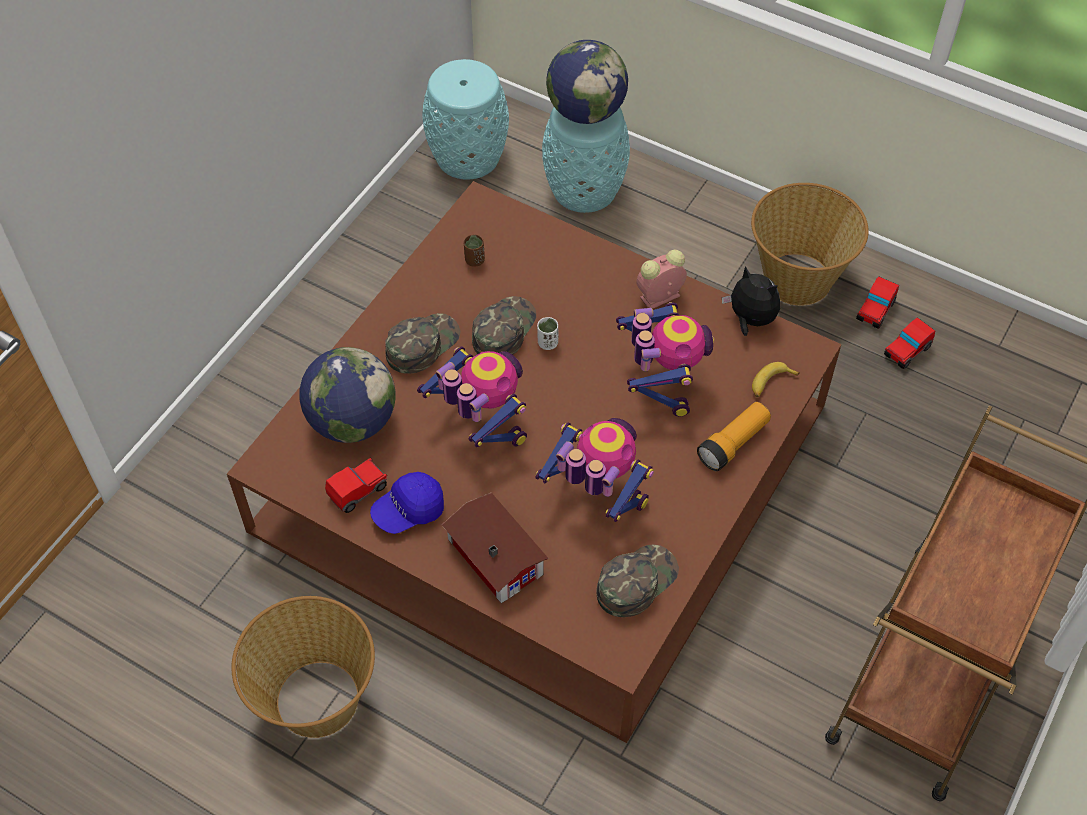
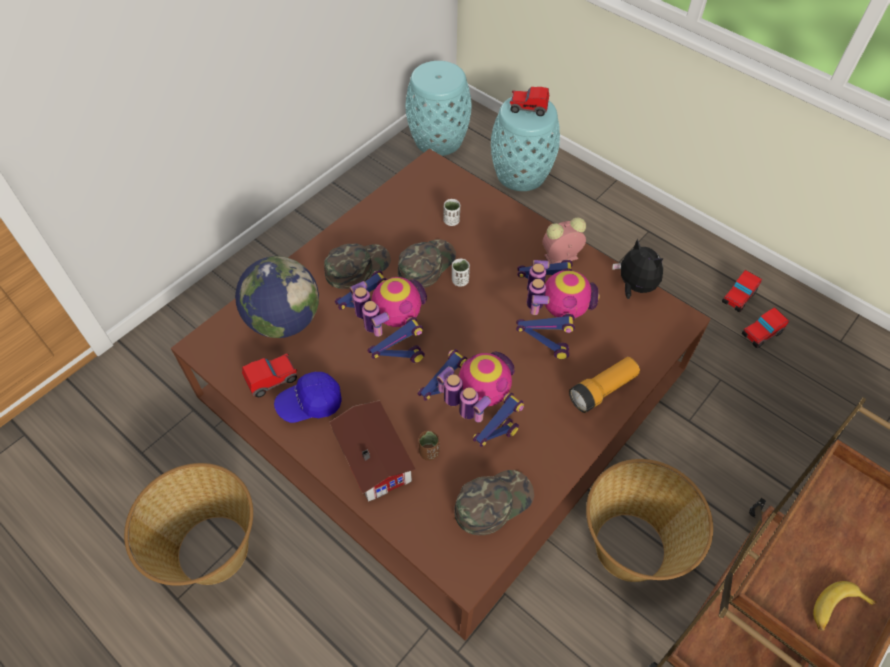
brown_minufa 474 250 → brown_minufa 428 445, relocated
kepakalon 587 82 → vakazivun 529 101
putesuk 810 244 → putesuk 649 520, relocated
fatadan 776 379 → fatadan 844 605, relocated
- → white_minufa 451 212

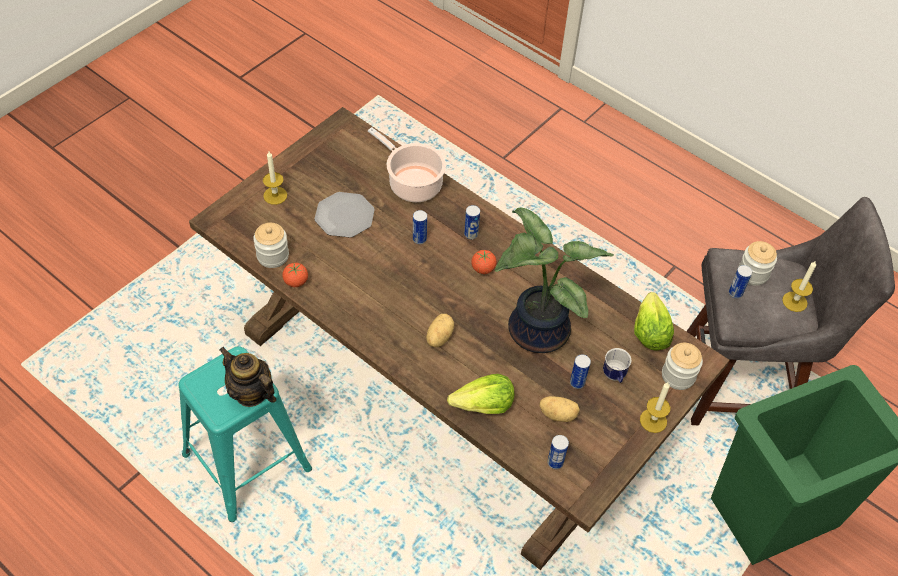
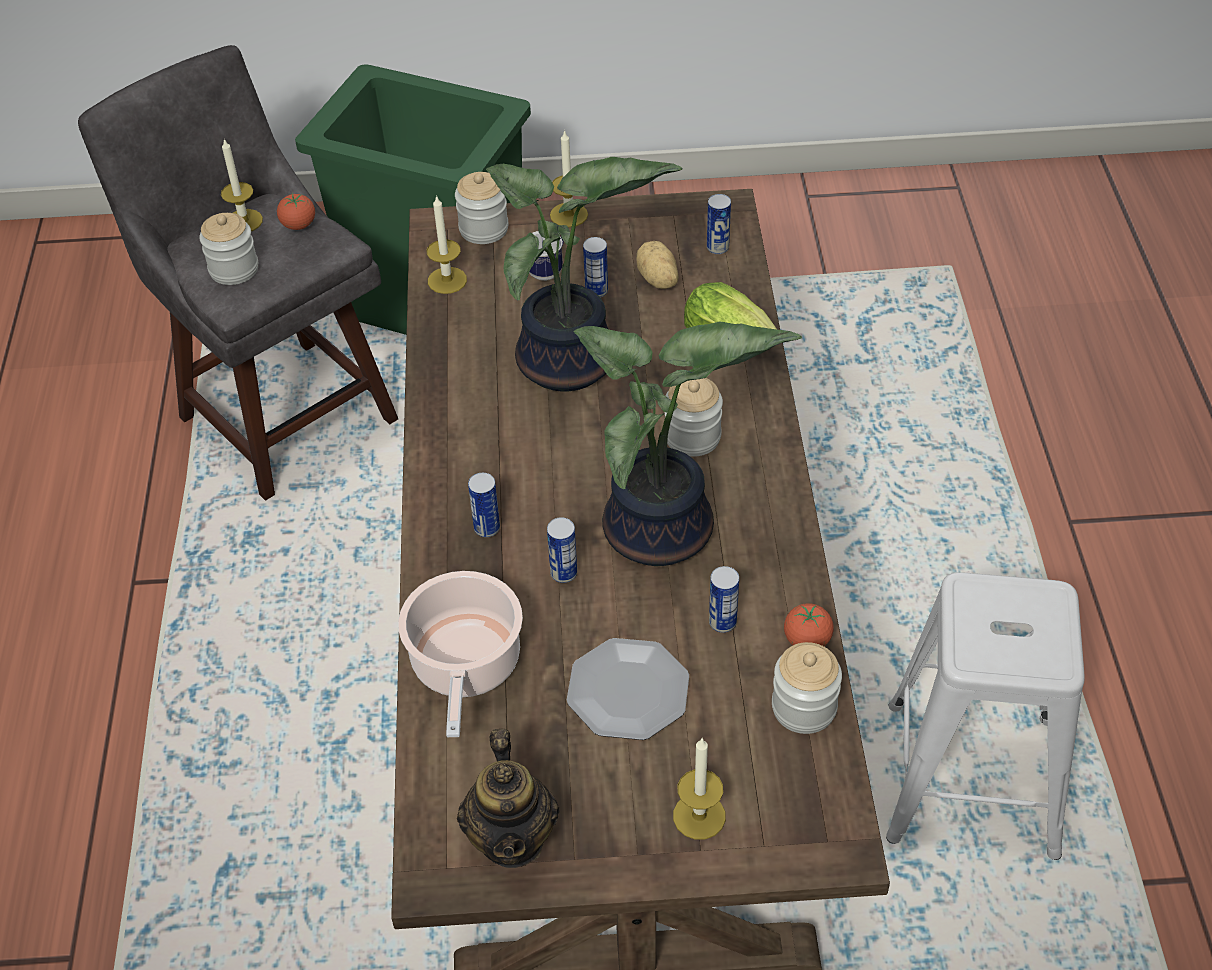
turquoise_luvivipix 245 434 → white_luvivipix 985 716
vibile 247 377 → vibile 508 798, relocated
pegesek 440 330 → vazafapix 694 417
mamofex 484 262 → mamofex 296 211, relocated
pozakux 654 321 → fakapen 447 244
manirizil 740 282 → manirizil 724 599, relocated
- → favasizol 688 444

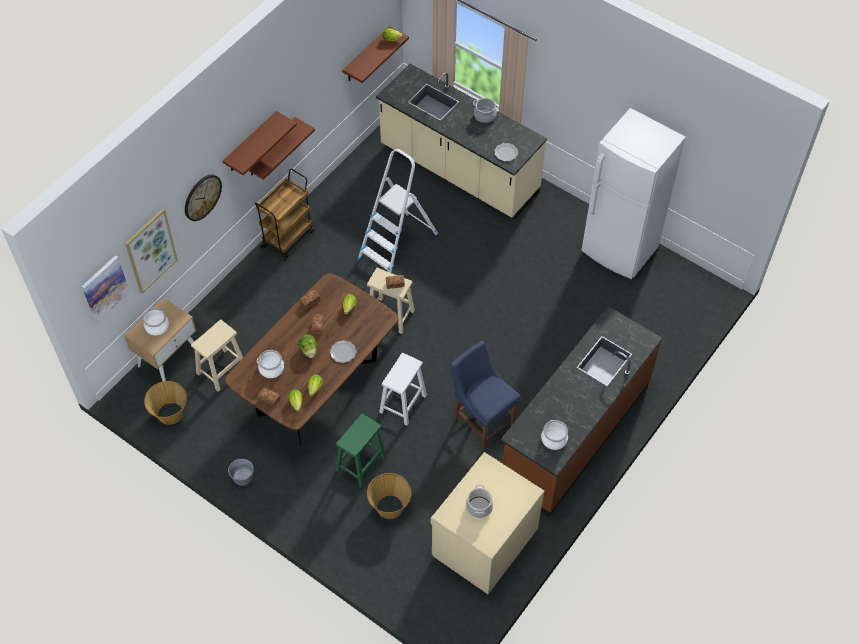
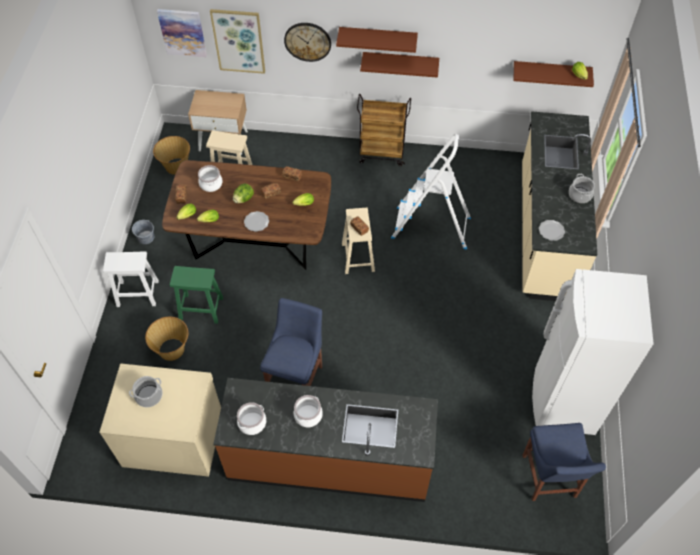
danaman 156 322 → danaman 308 411, relocated
white_luvivipix 403 389 → white_luvivipix 131 279, relocated
- → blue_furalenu 564 462

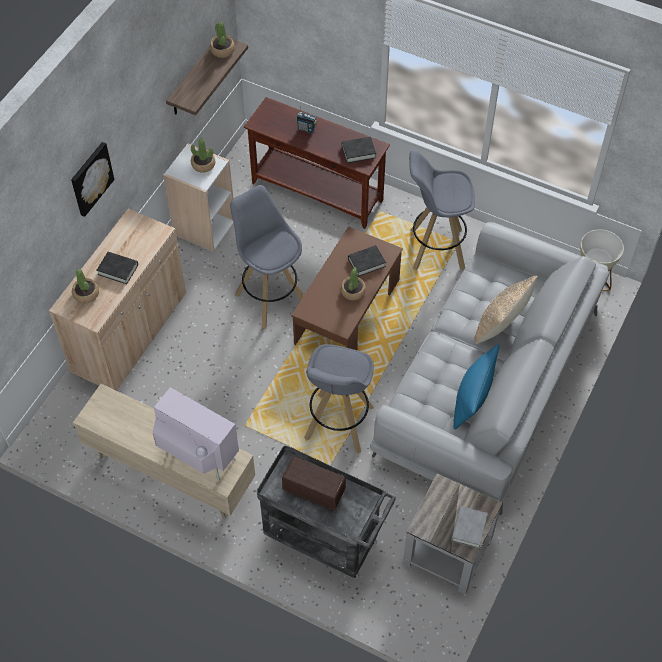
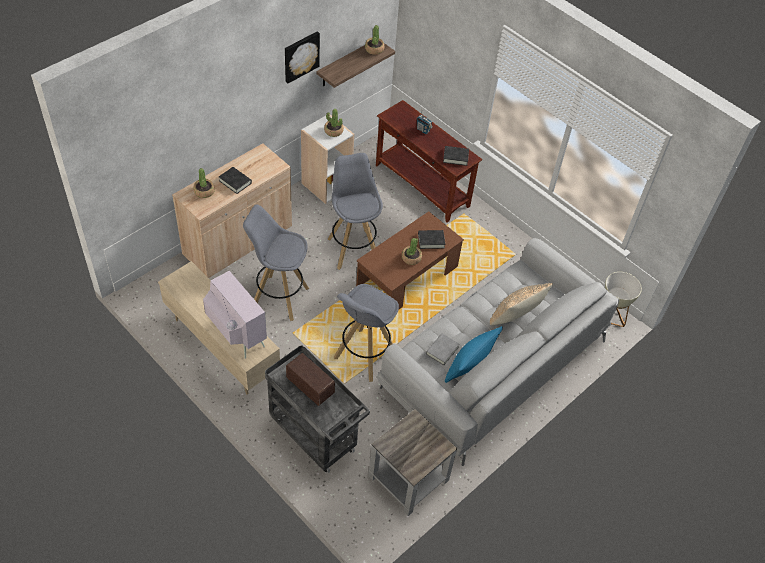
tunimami 93 179 → tunimami 302 57, relocated
grey_luvivipix 442 210 → grey_luvivipix 276 262, relocated
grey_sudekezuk 469 527 → grey_sudekezuk 442 350, relocated

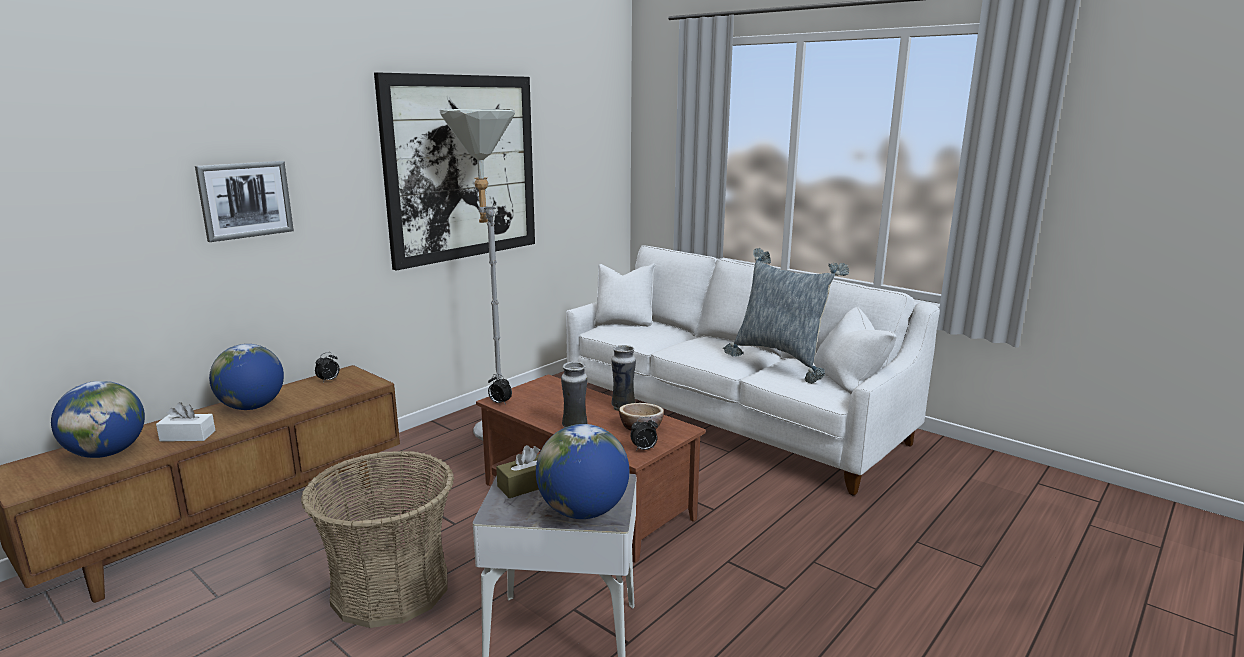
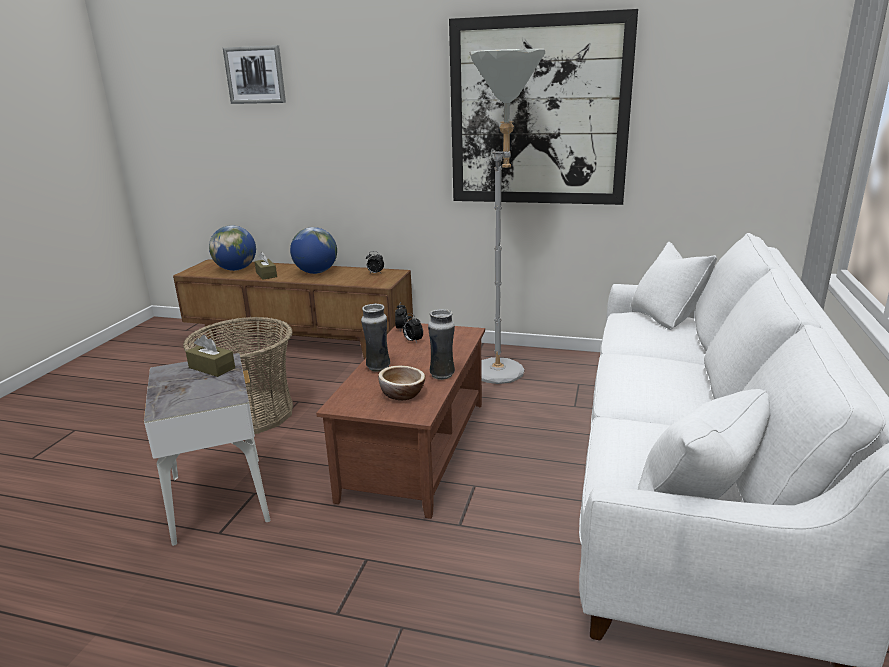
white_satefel 185 422 → brown_satefel 265 266
tunimami 244 201 → tunimami 254 74, relocated
kepakalon 582 471 → -
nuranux 644 434 → nuranux 413 328, relocated
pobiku 785 316 → -

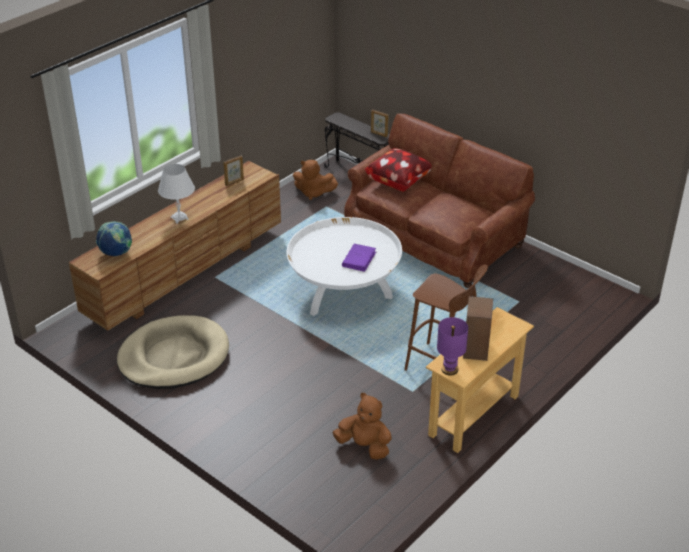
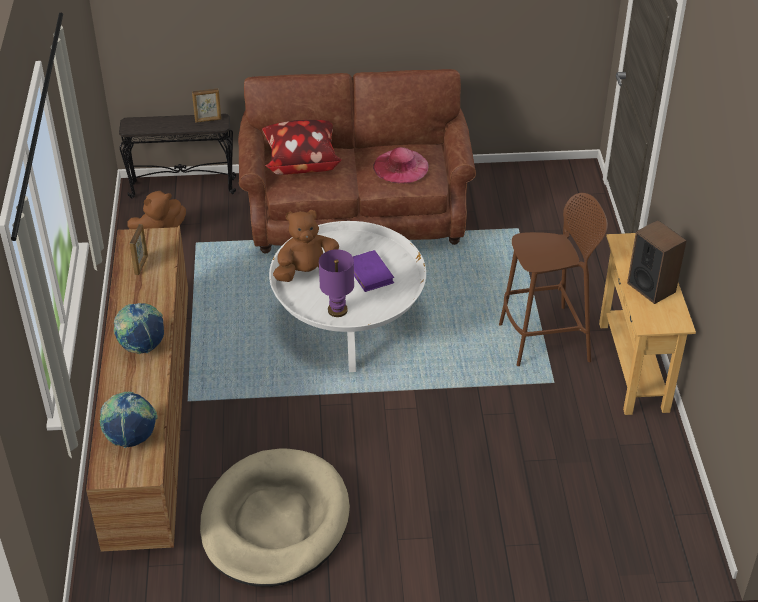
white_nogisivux 176 194 → kepakalon 139 328
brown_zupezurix 362 426 → brown_zupezurix 306 246, relocated
purple_nogisivux 452 346 → purple_nogisivux 336 283, relocated
- → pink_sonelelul 401 165

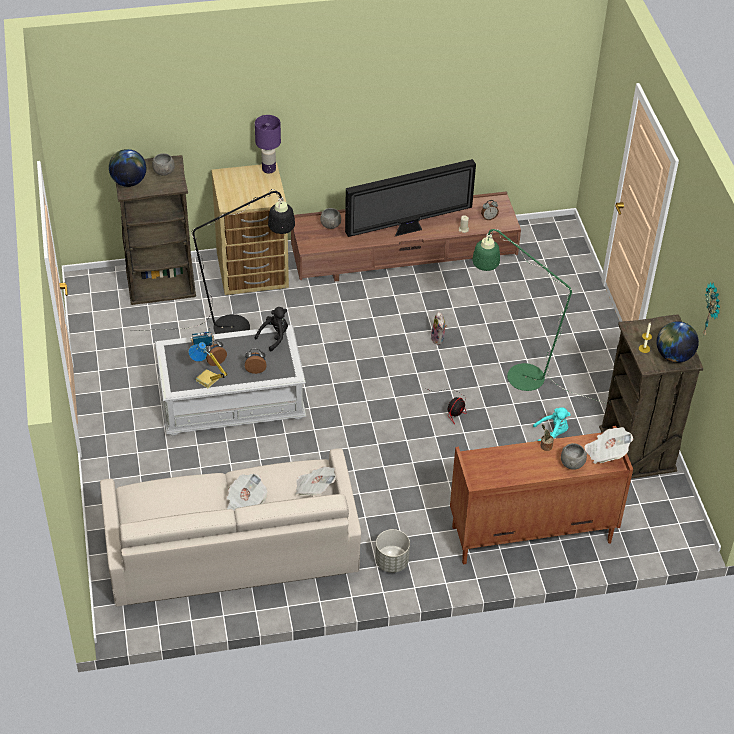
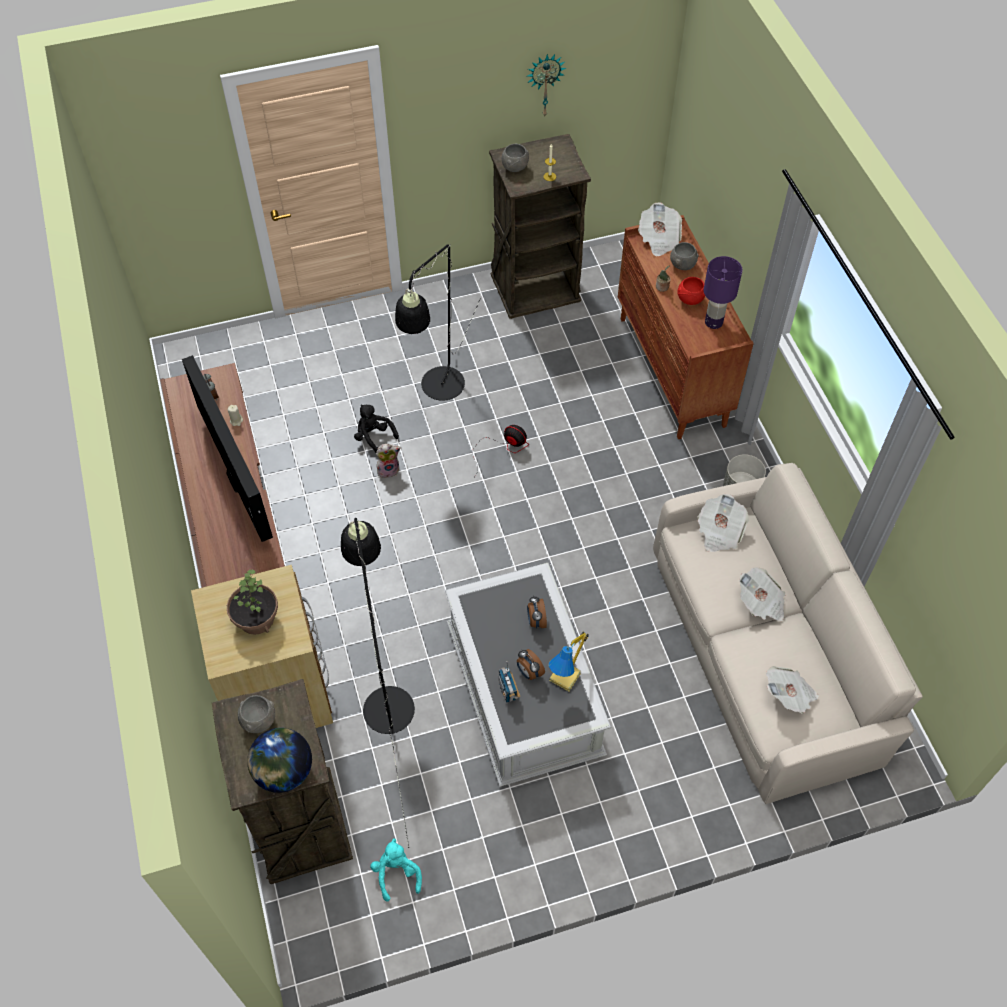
purple_nogisivux 268 144 → purple_nogisivux 723 292, relocated
black_zupezurix 271 329 → black_zupezurix 376 428, relocated
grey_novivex 330 218 → grey_novivex 515 158, relocated
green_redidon 539 316 → black_redidon 438 322
turquoise_zupezurix 552 424 → turquoise_zupezurix 396 870, relocated
kepakalon 678 342 → -
- → favasizol 252 602
- → red_novivex 691 291
- → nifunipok 792 690

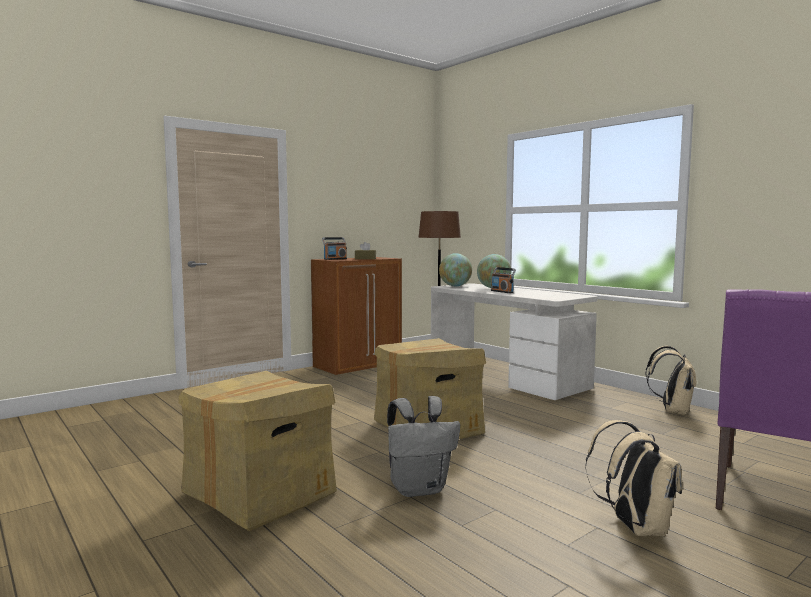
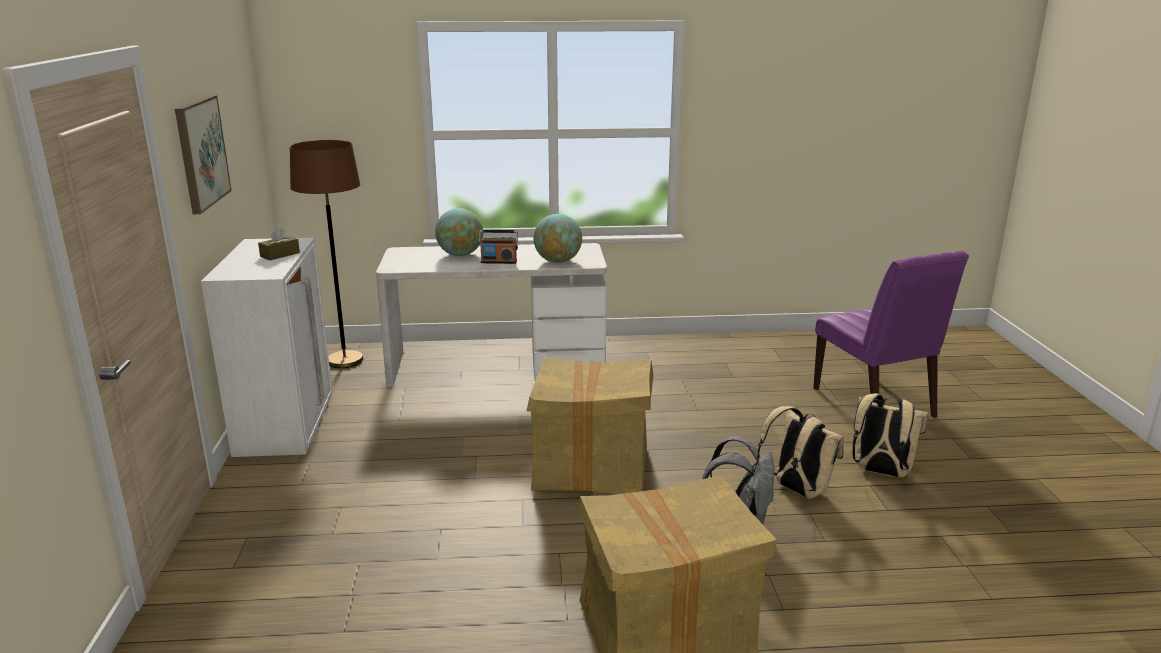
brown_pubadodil 356 316 → white_pubadodil 267 347
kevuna 334 248 → -
kepakalon 455 269 → kepakalon 557 238, relocated
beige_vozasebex 671 380 → beige_vozasebex 801 452, relocated
- → tunimami 203 154

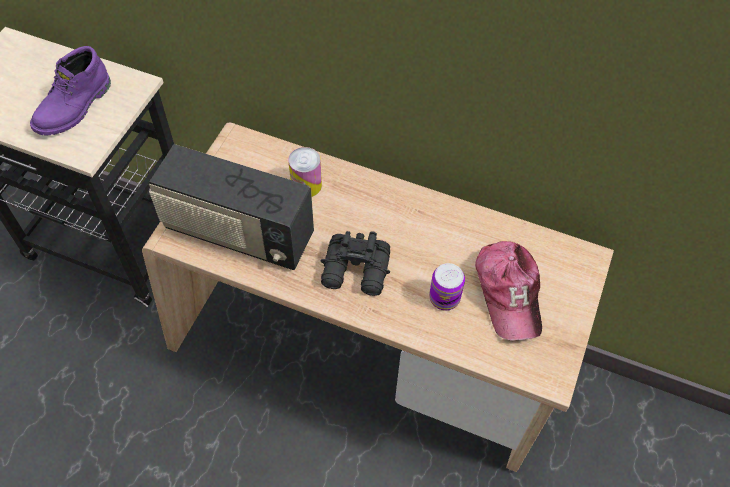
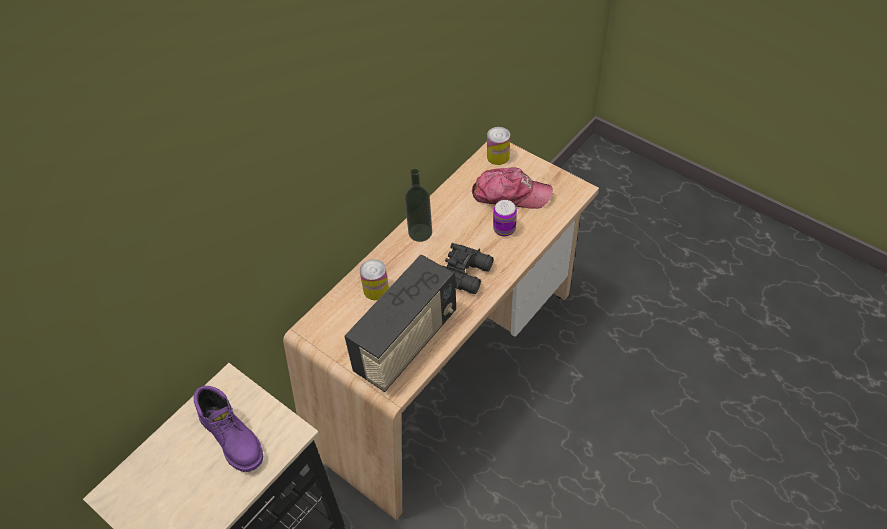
- → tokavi 418 205
- → manirizil 498 146

